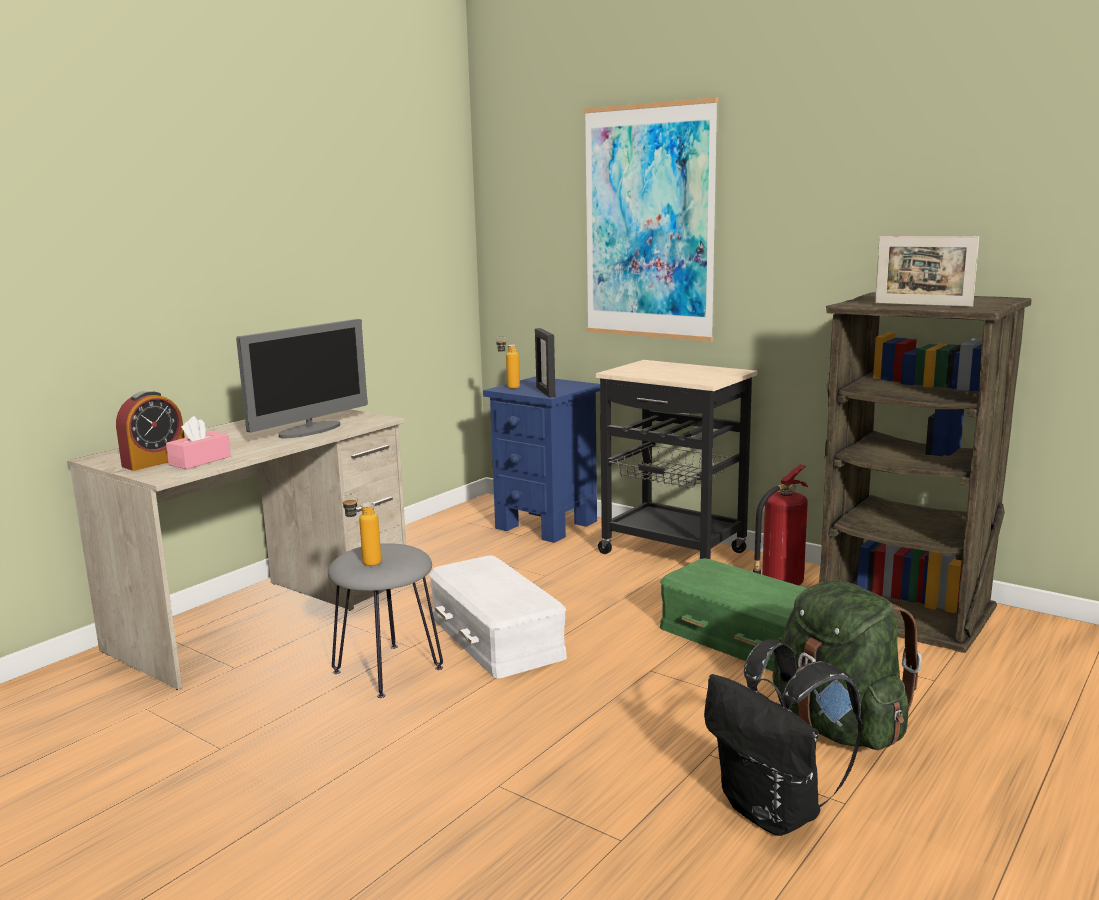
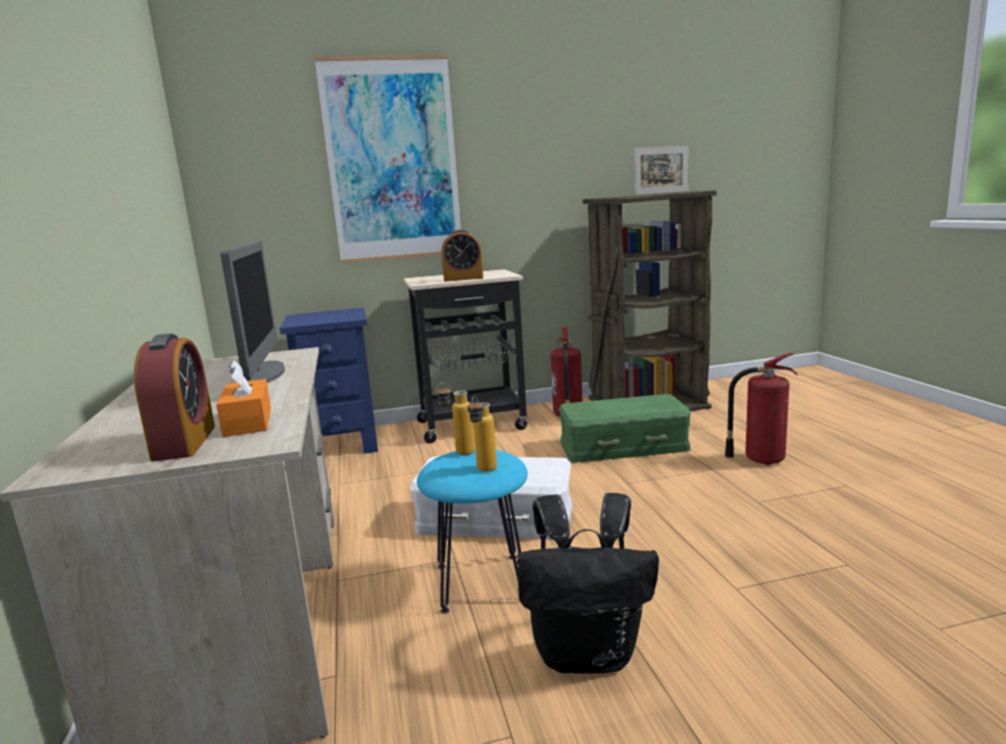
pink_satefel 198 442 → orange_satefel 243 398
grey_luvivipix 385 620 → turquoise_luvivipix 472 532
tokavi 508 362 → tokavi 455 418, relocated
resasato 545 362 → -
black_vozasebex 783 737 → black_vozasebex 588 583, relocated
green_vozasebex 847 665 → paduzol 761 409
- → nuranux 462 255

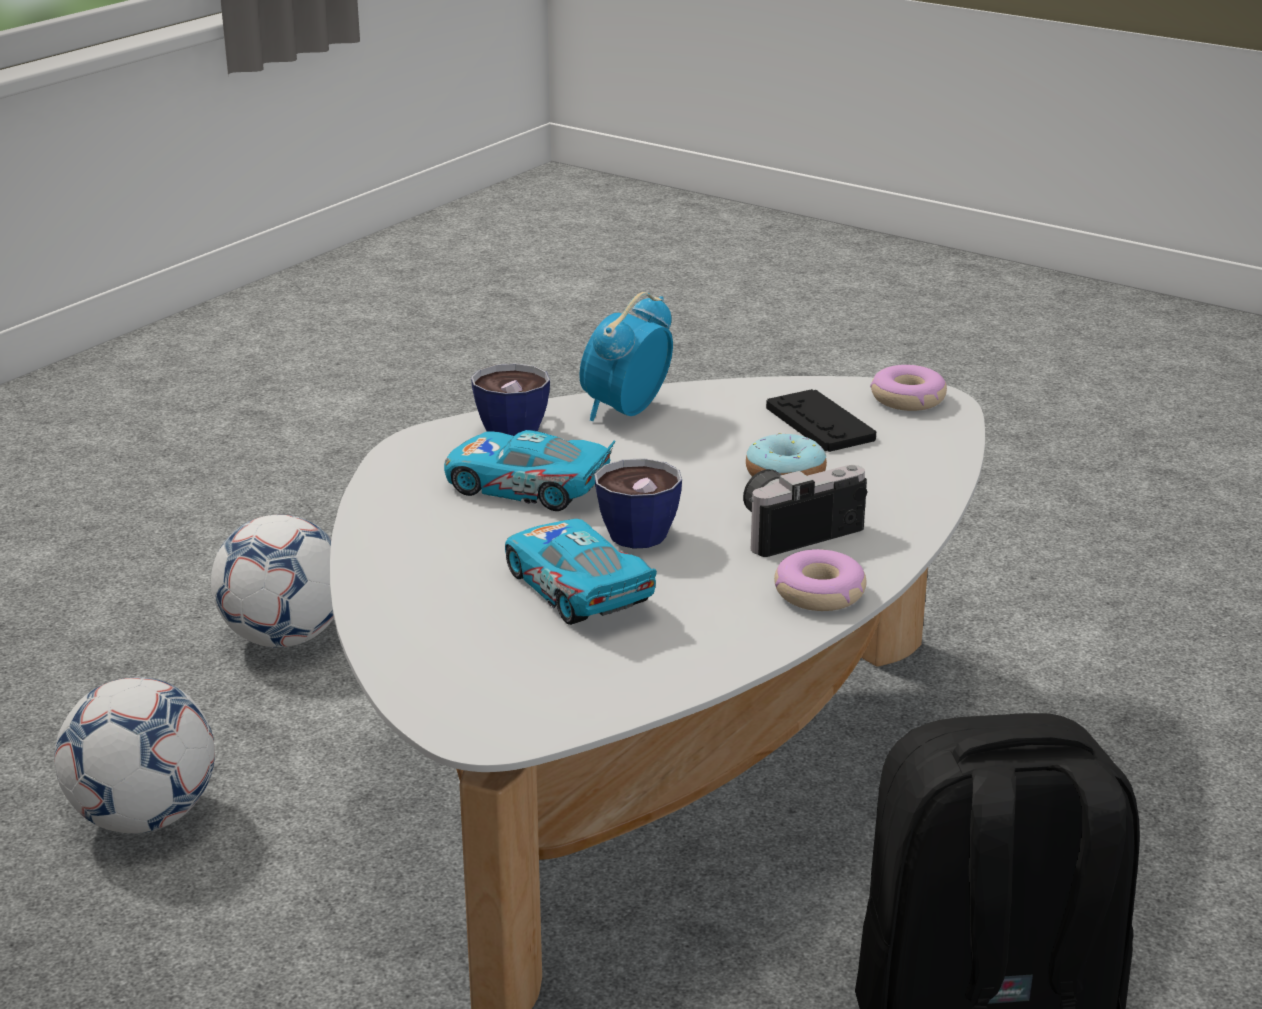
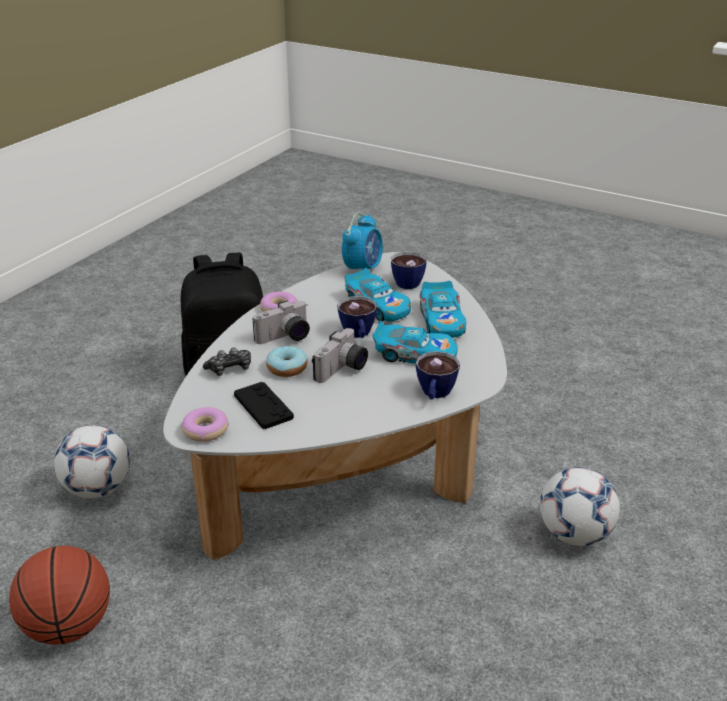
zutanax 135 755 → zutanax 92 461, relocated
nuranux 626 356 → nuranux 362 241, relocated
- → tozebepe 59 595
- → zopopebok 227 361
- → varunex 340 355
- → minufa 409 270
- → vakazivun 443 309

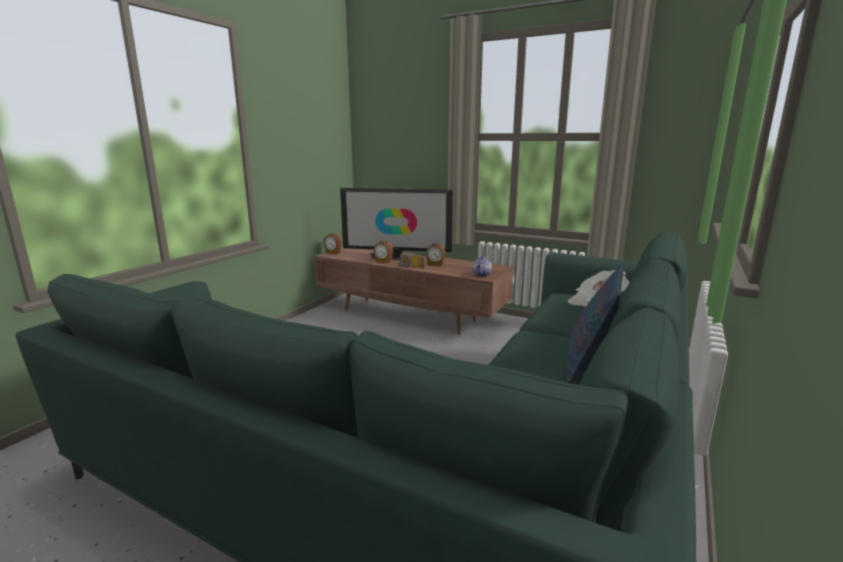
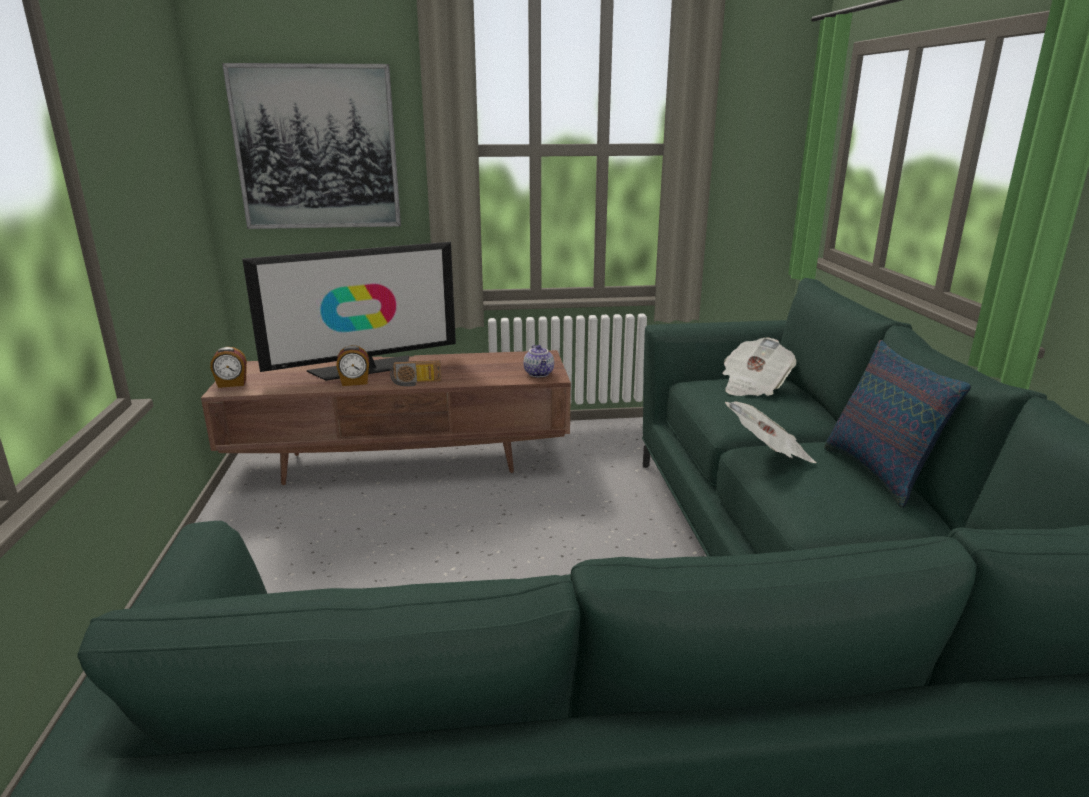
nuranux 435 254 → -
- → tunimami 311 146
- → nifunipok 771 432

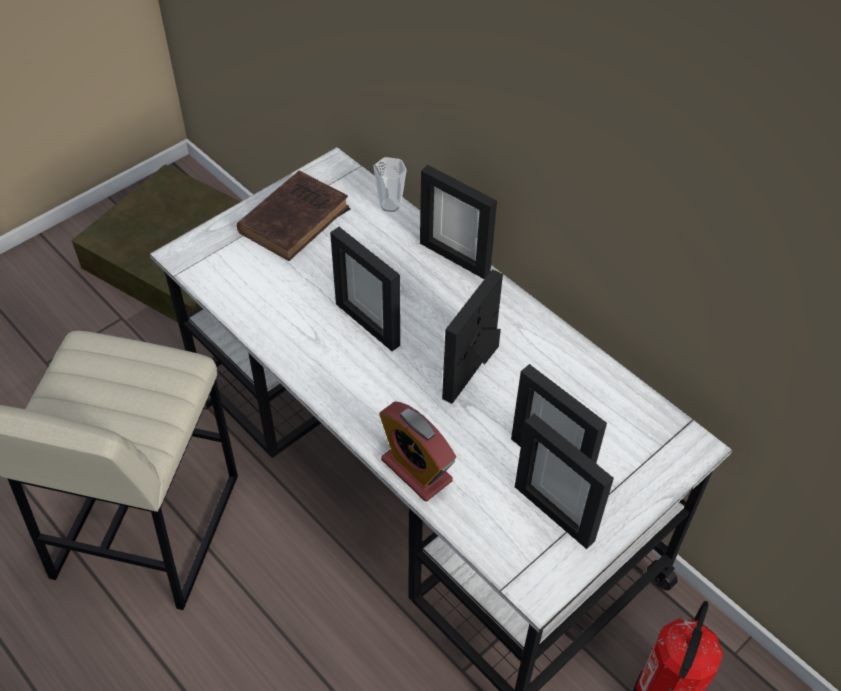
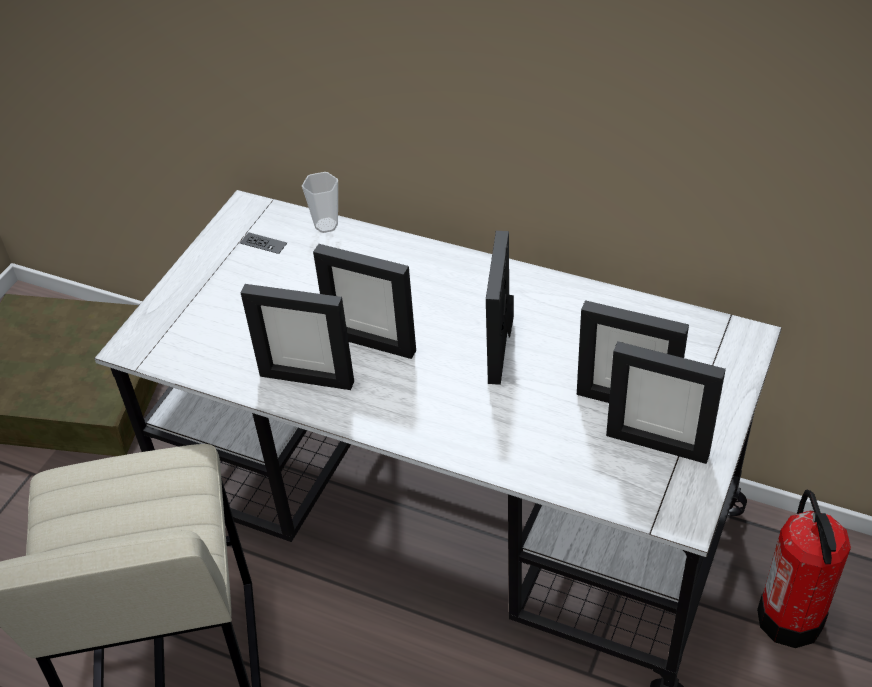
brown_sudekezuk 293 215 → -
nuranux 417 451 → -
resasato 458 222 → resasato 297 337, relocated

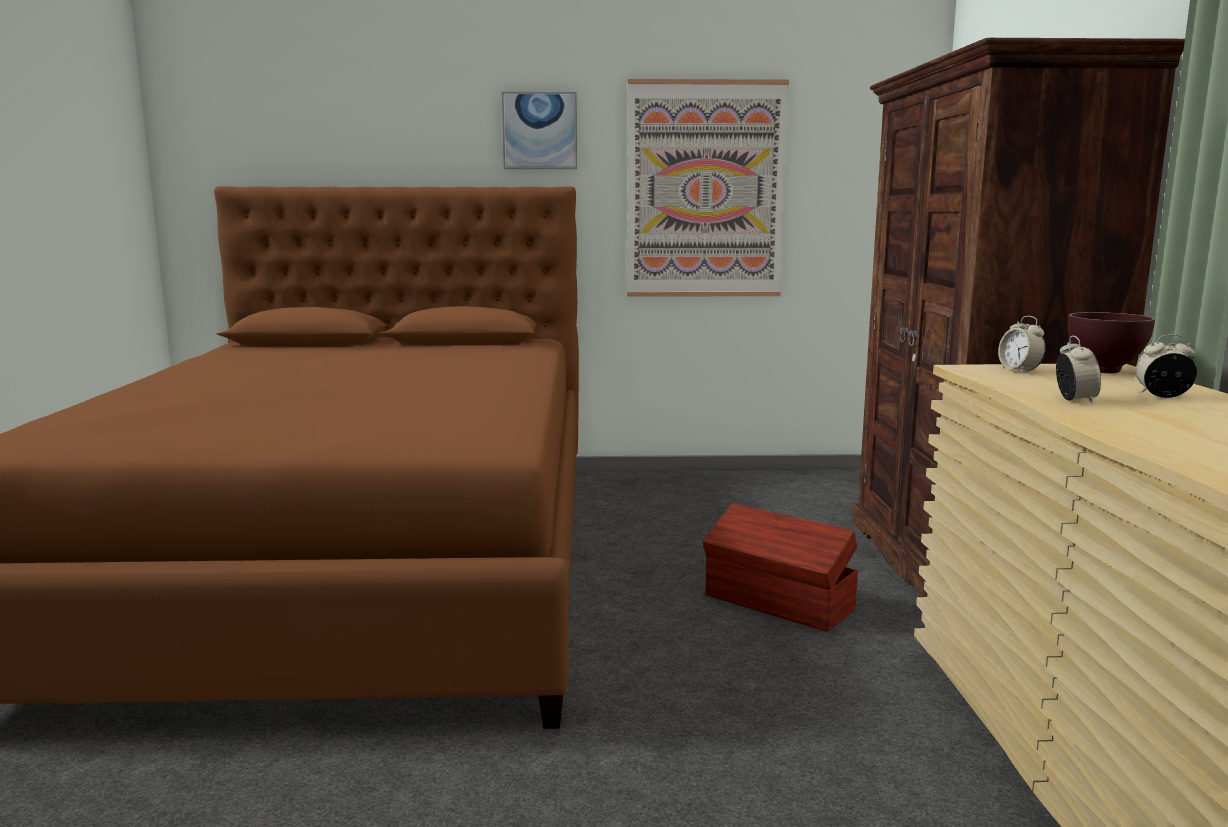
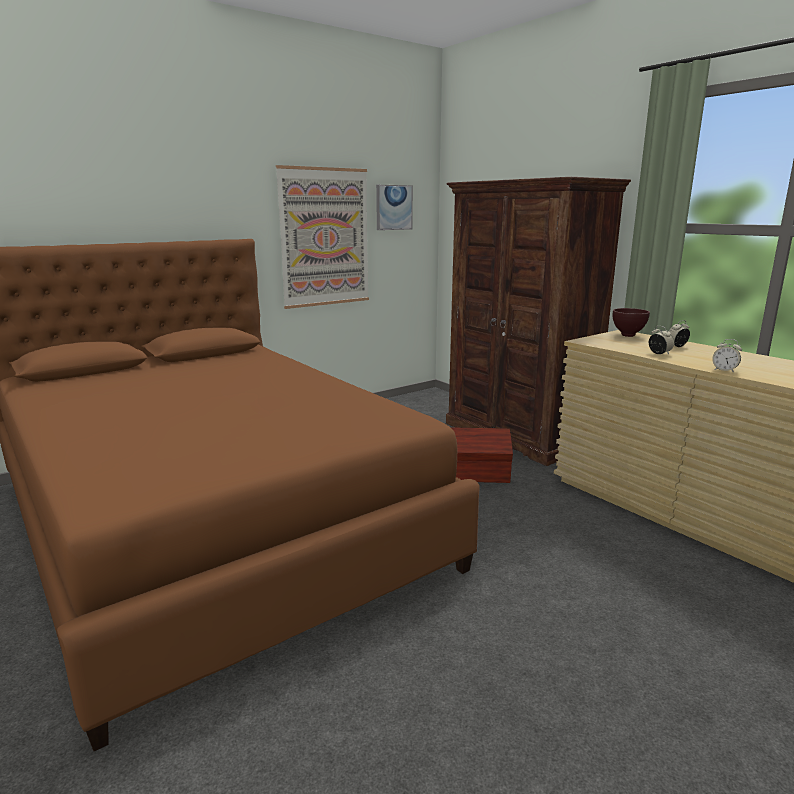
tunimami 539 130 → tunimami 394 207, relocated
nuranux 1022 344 → nuranux 727 356, relocated

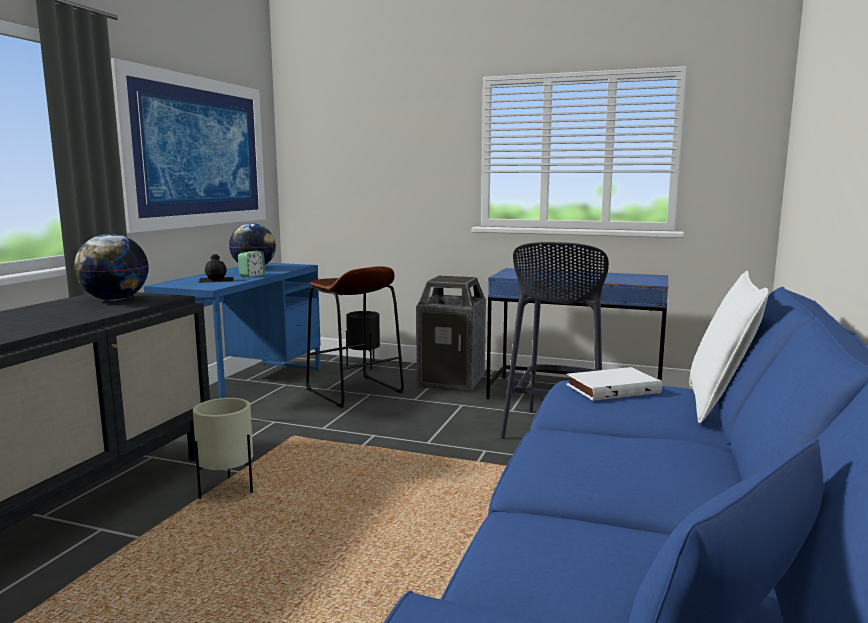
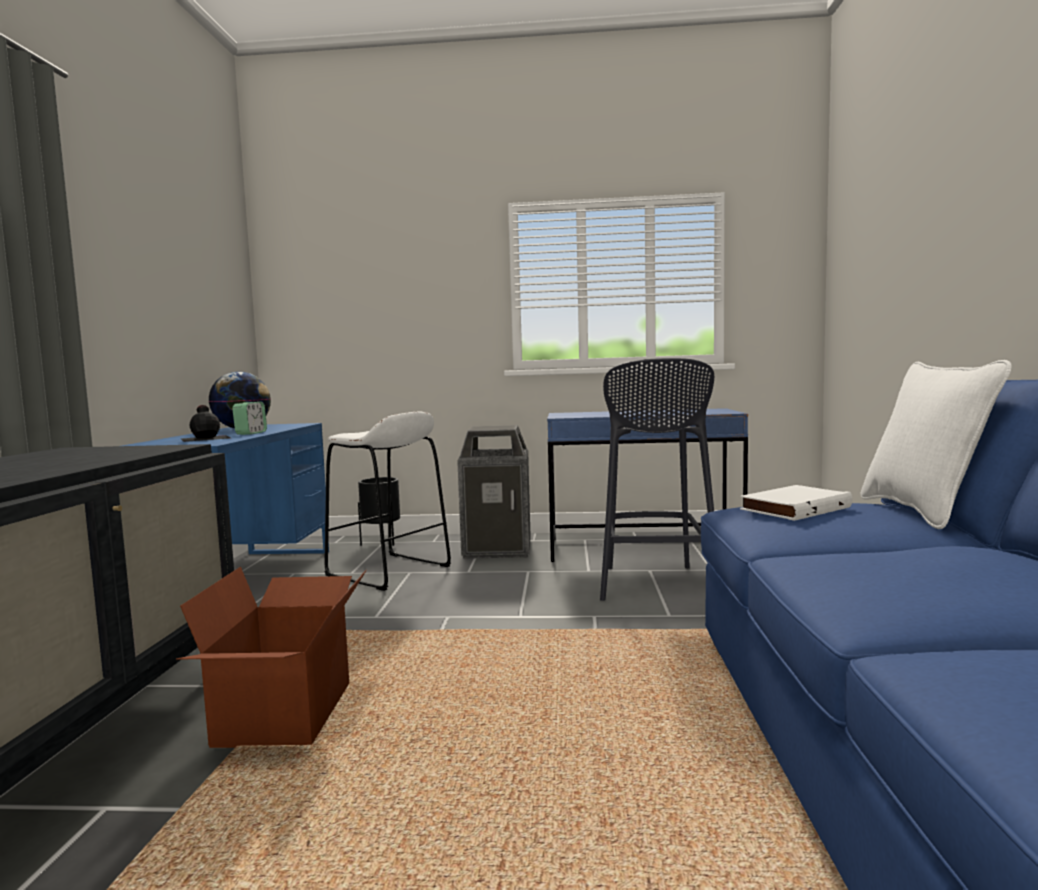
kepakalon 111 267 → -
tunimami 188 145 → -
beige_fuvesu 223 448 → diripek 271 657
brown_luvivipix 355 337 → white_luvivipix 387 501

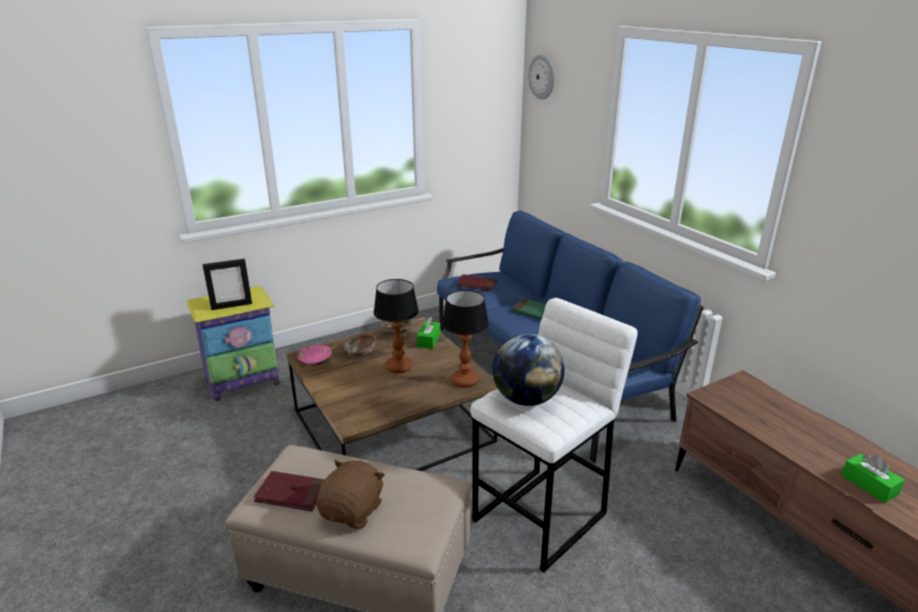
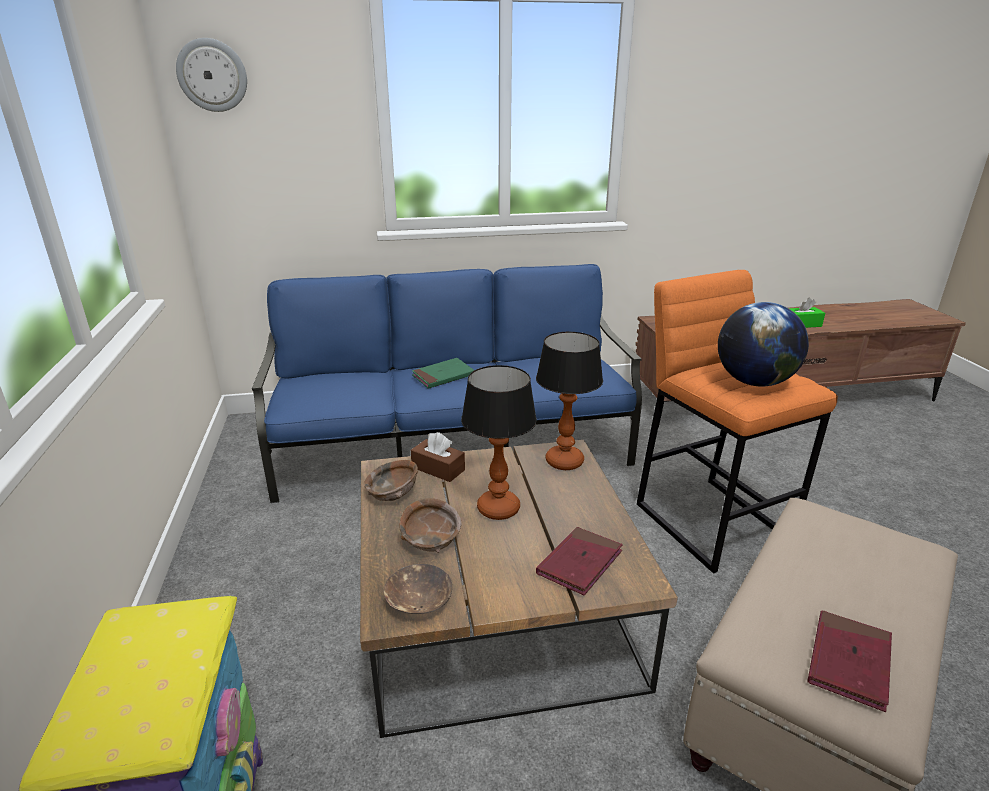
resasato 227 284 → -
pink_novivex 314 355 → brown_novivex 418 589
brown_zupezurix 350 494 → -
green_satefel 428 333 → brown_satefel 438 457
red_sudekezuk 476 282 → red_sudekezuk 579 561, relocated
white_luvivipix 554 435 → orange_luvivipix 737 421

